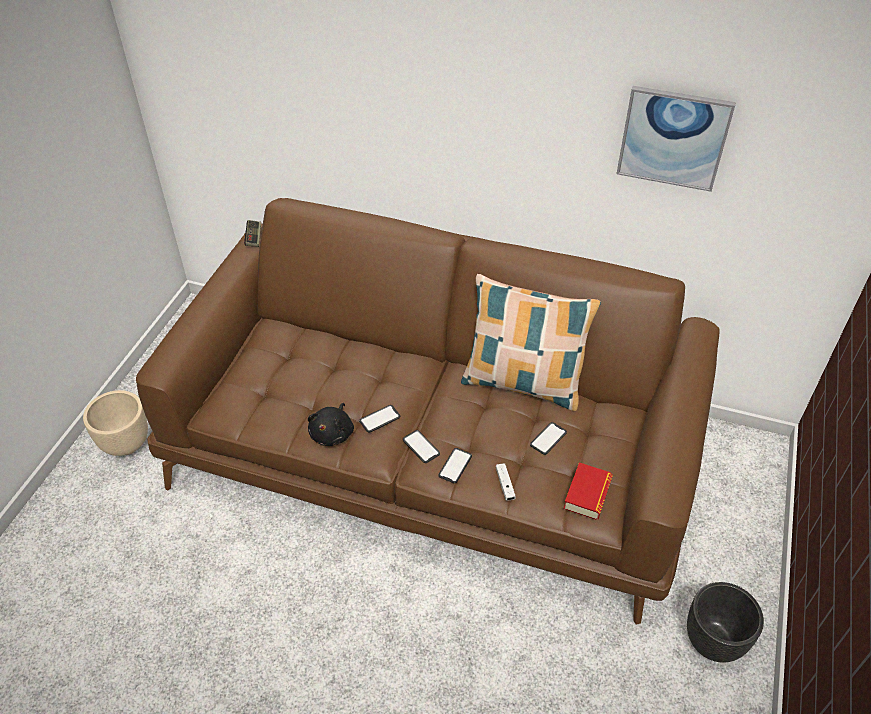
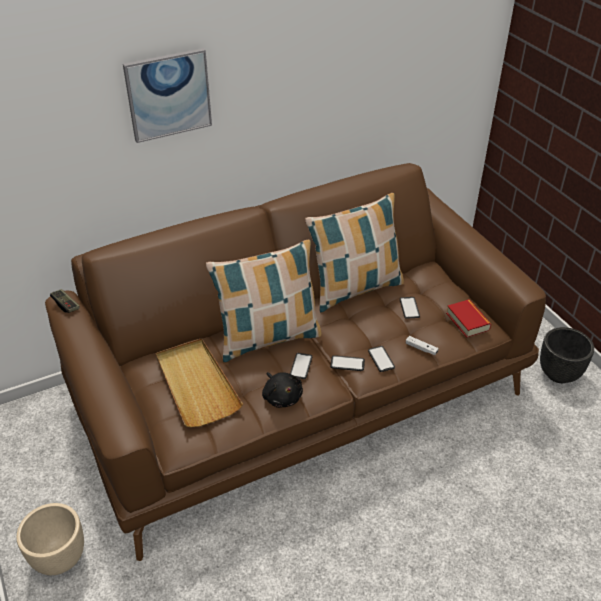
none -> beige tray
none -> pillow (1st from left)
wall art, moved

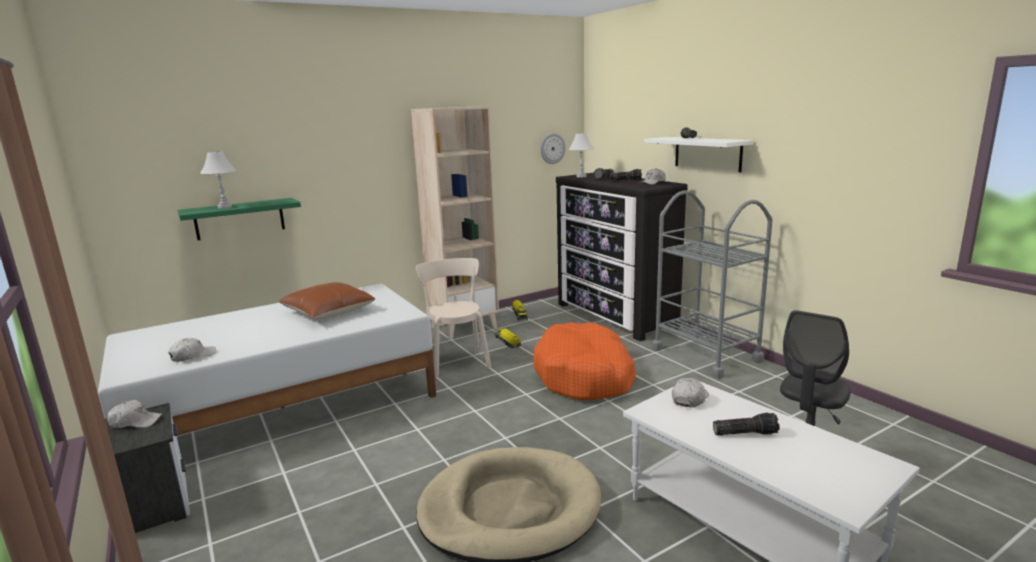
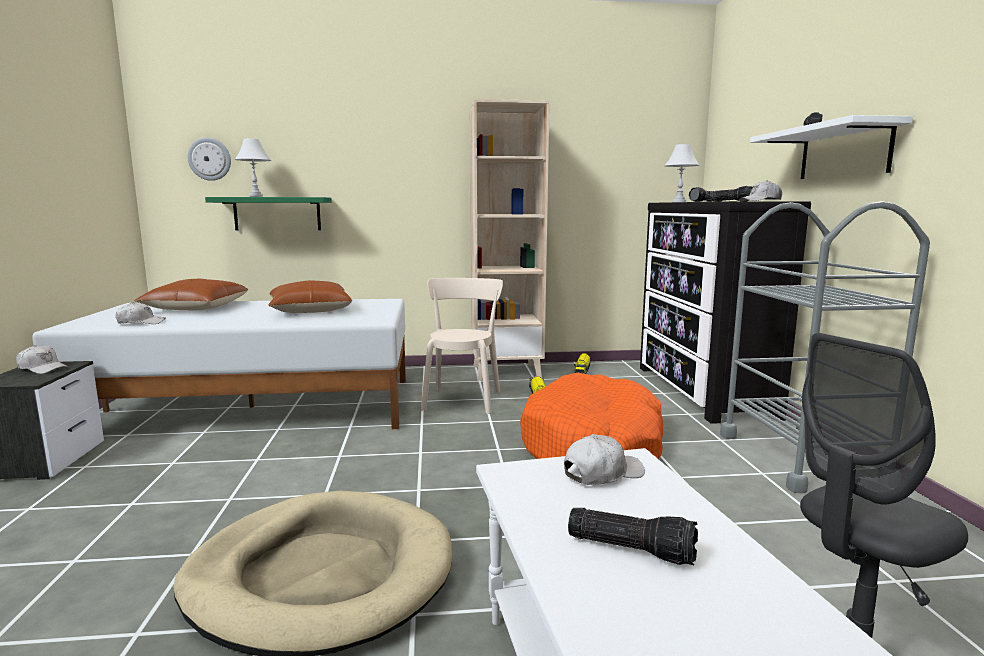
none -> brown pillow (1st from left)
hanging clock, moved

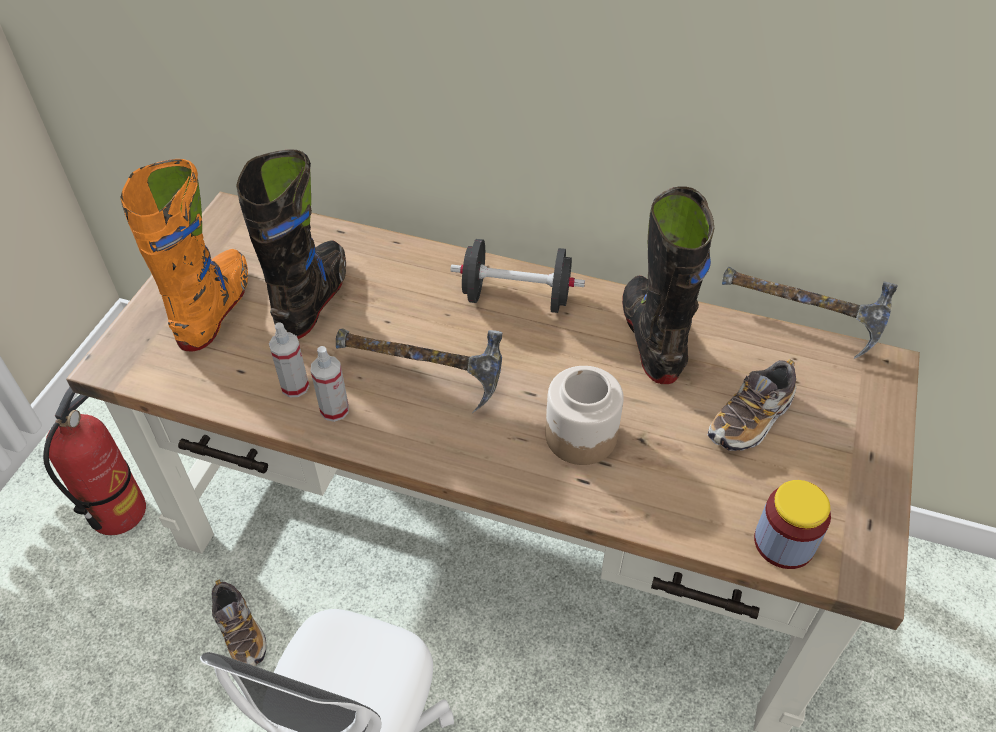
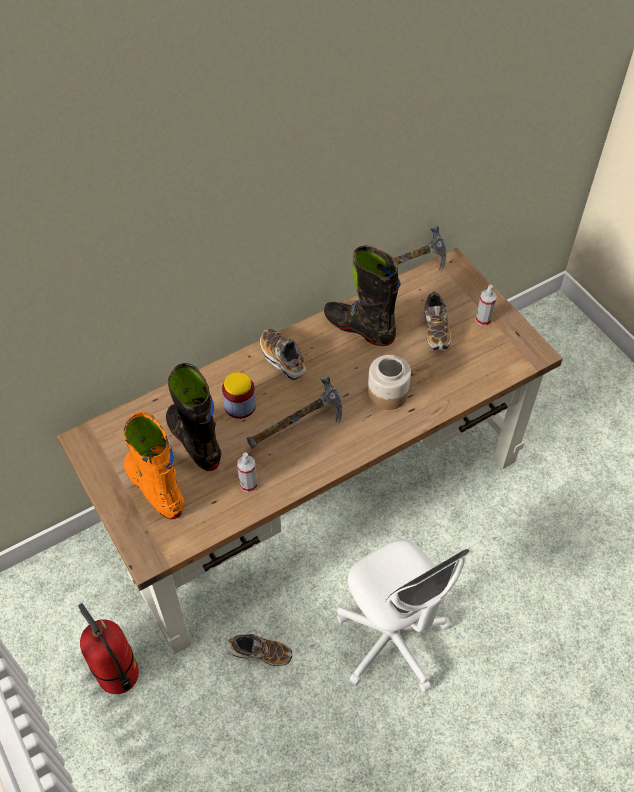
spray bottle (2nd from left), moved
jar (2nd from left in the first image) -> jar (1st from left), moved
black-coloured free weight -> low shoe (2nd from left)

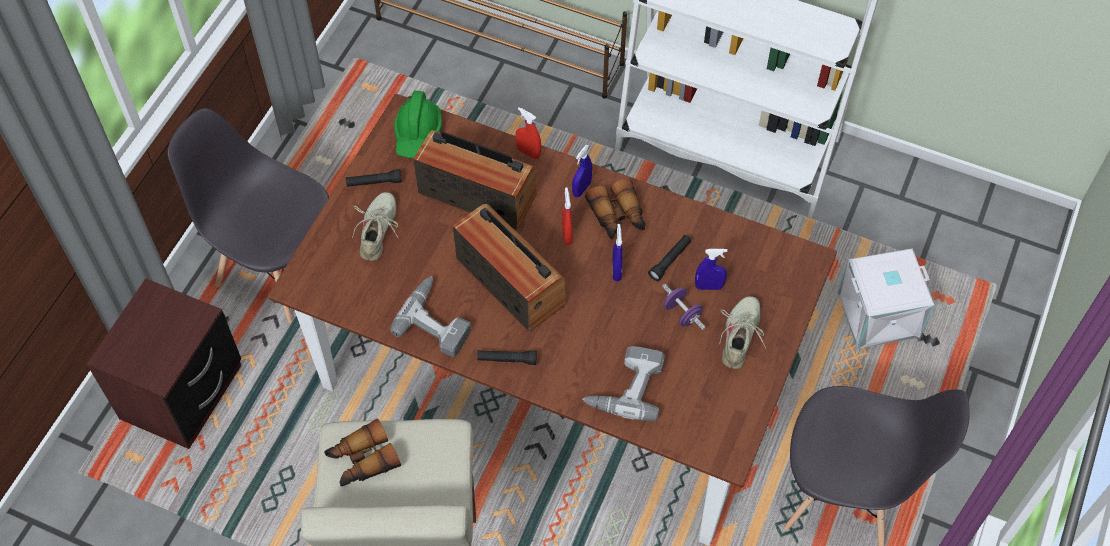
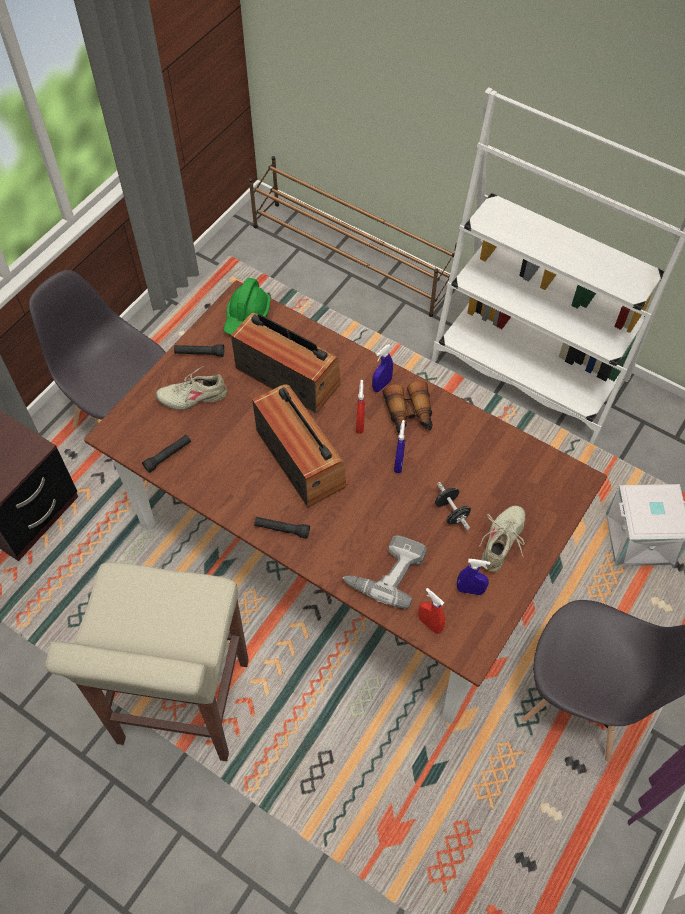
field glasses (1st from left) -> none
power drill (1st from left) -> none
red-coloured spray bottle (1st from left in the first image) -> red-coloured spray bottle (2nd from left), moved
black-coloured torch (3rd from left in the first image) -> black-coloured torch (1st from left), moved
bluish spray bottle (3rd from left), moved
purple free weight -> black-coloured free weight
beige low shoe (1st from left), 120 degrees counterclockwise

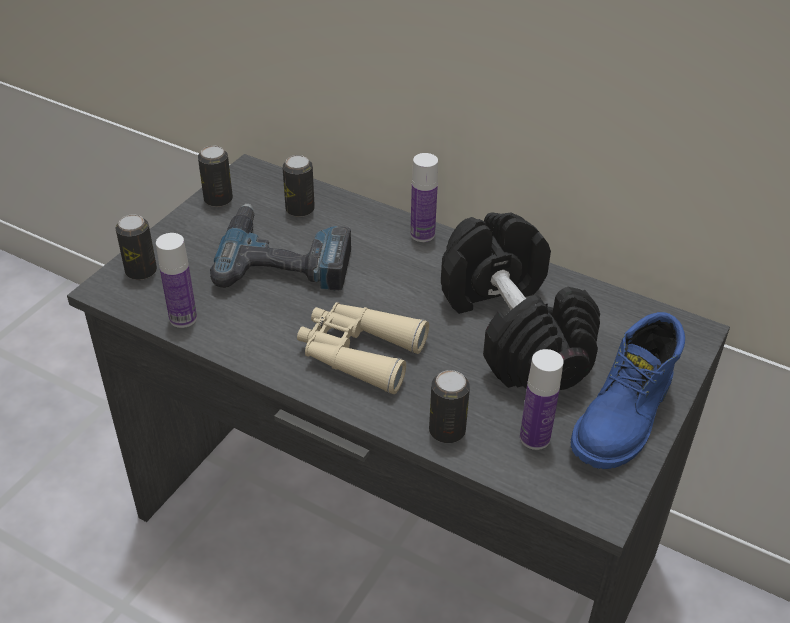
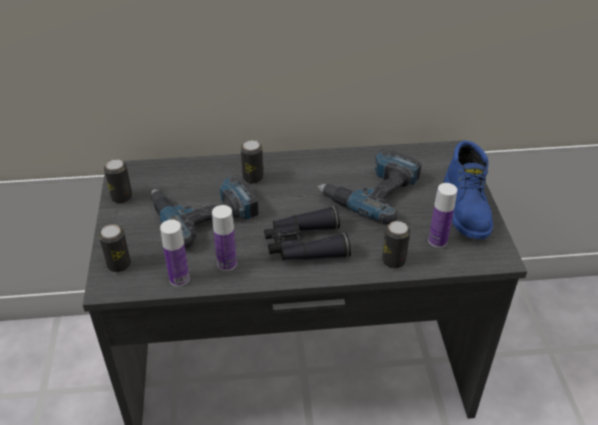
metal can (3rd from left), moved
bottle (2nd from left), moved
black-coloured free weight -> power drill (2nd from left)
beige field glasses -> black-coloured field glasses

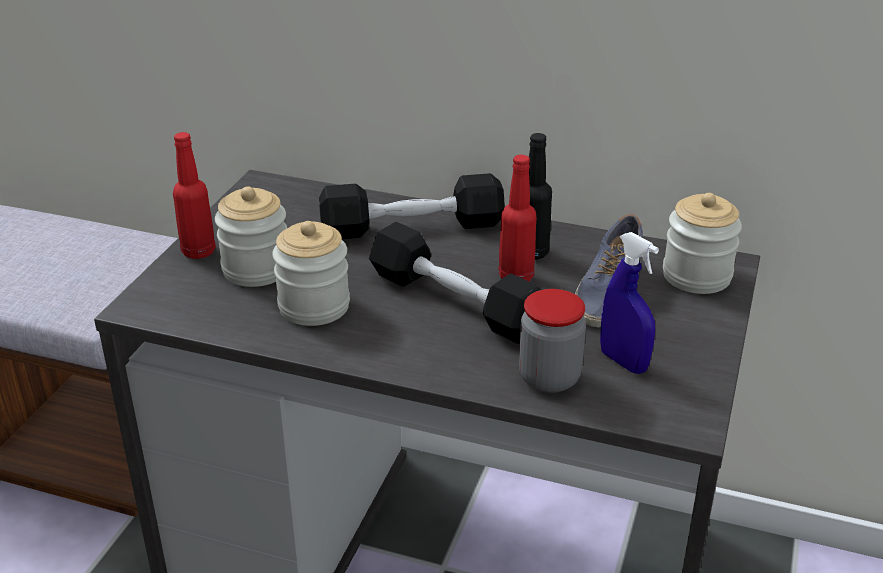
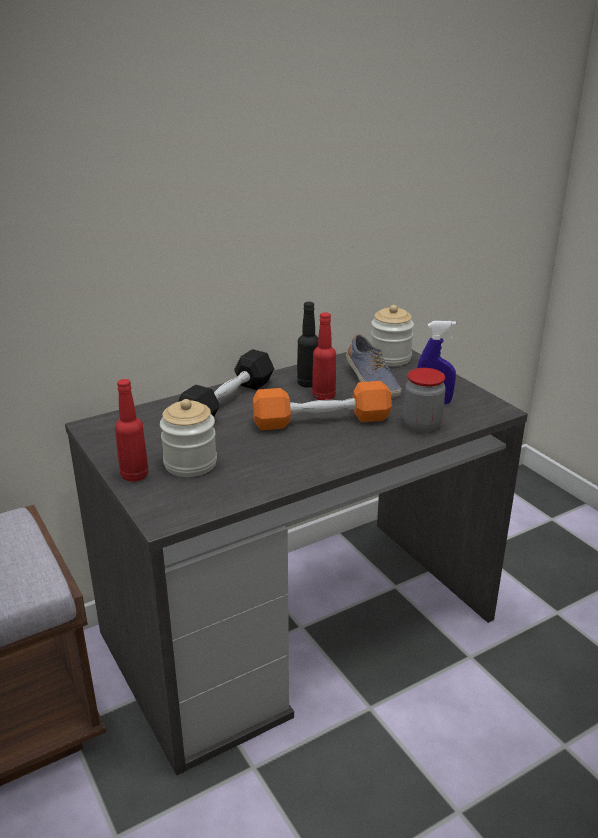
jar (2nd from left) -> none
black-coloured free weight (2nd from left) -> orangey free weight

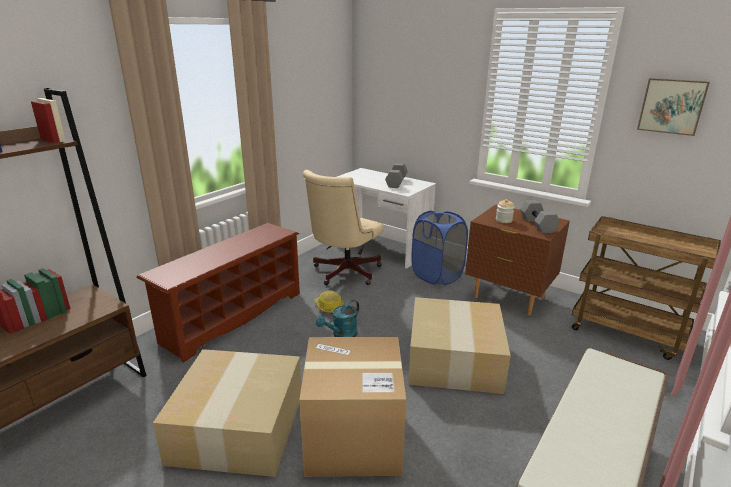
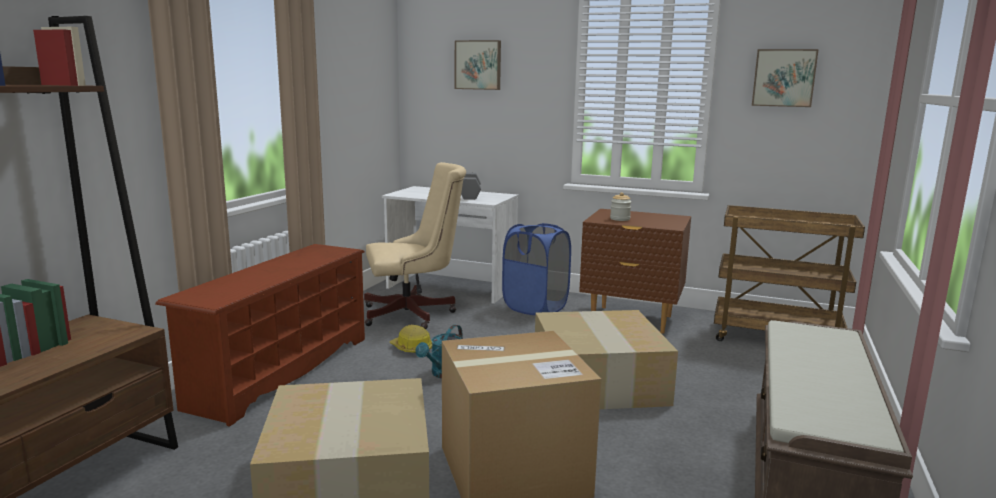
greyish free weight (2nd from left) -> none
none -> wall art (1st from left)
beige desk chair, 120 degrees counterclockwise

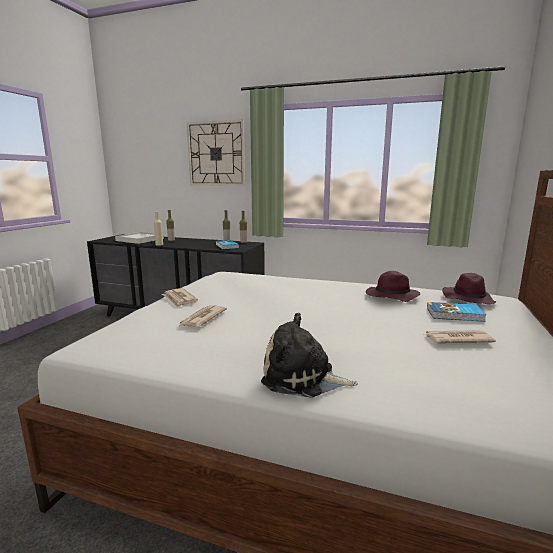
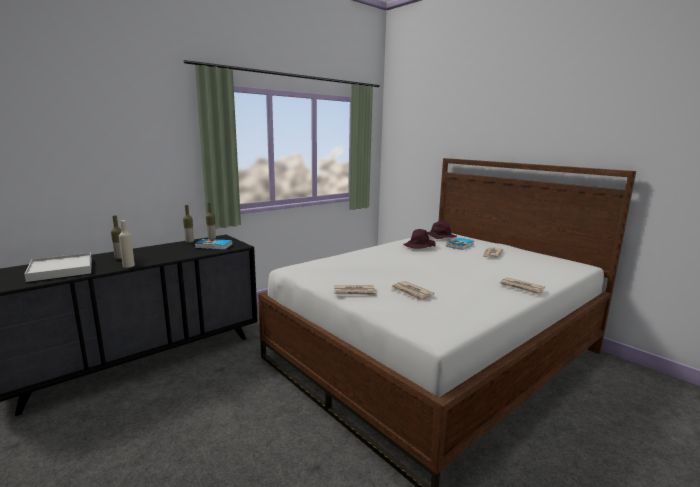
hanging clock -> none
cuddly toy -> daily paper (4th from left)

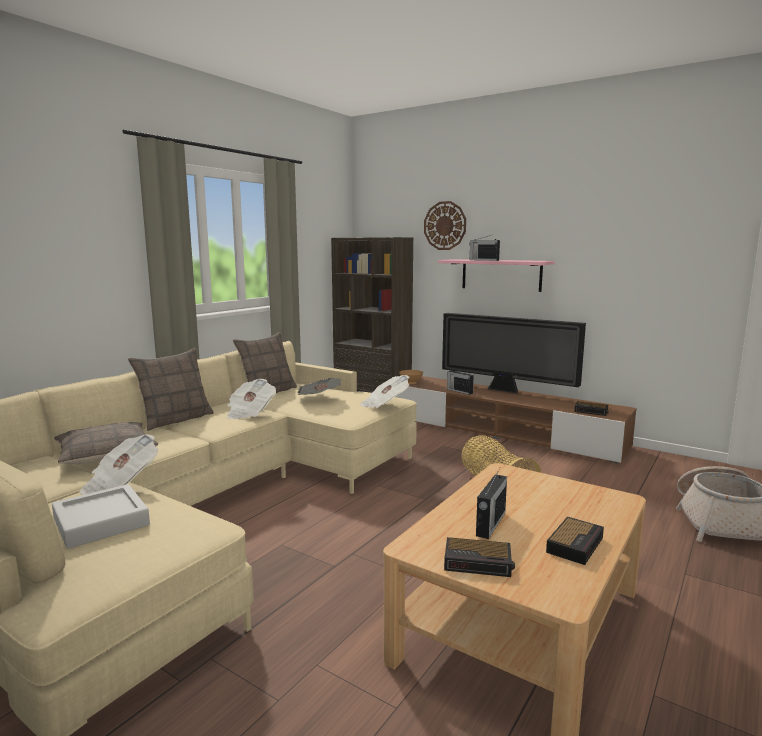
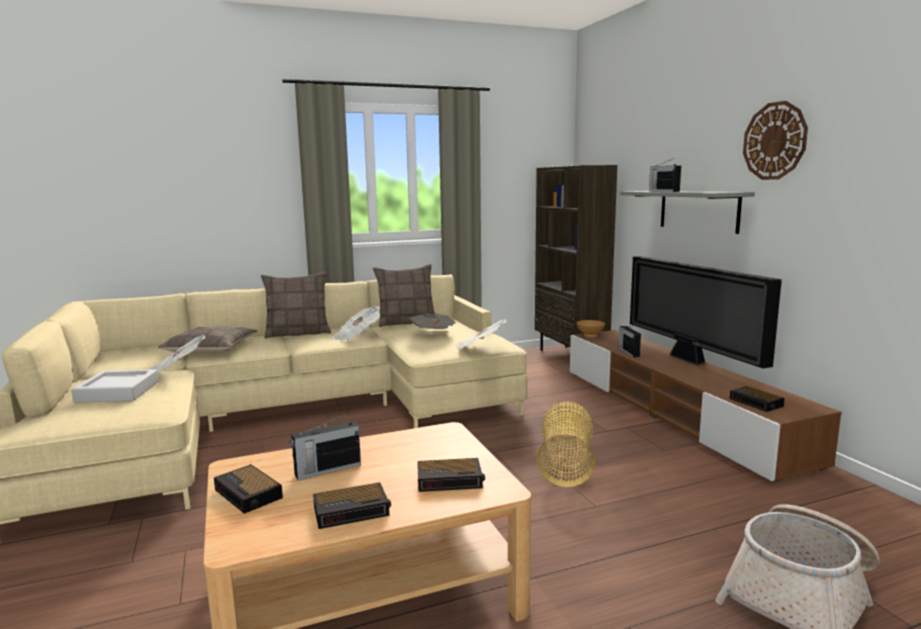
none -> table clock (3rd from left)
hanging clock, moved
pinkish wall shelf -> greyish wall shelf

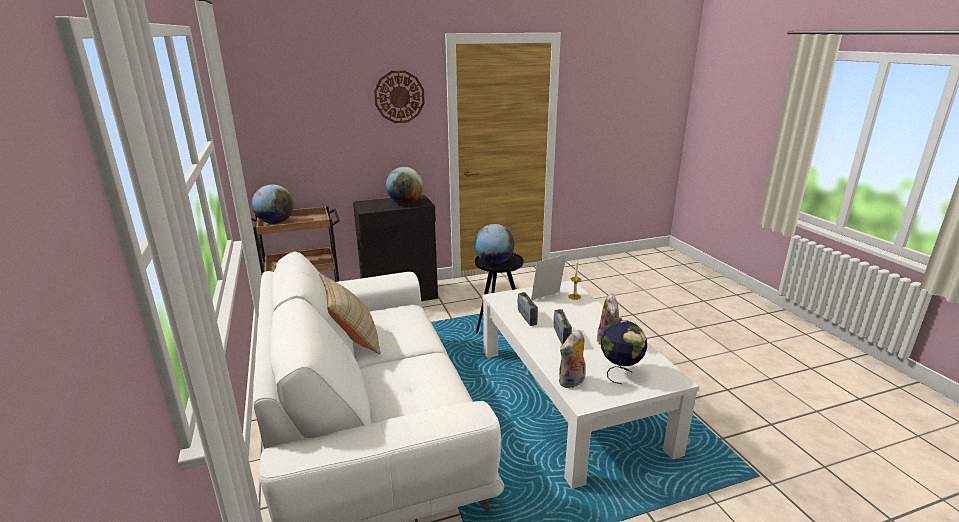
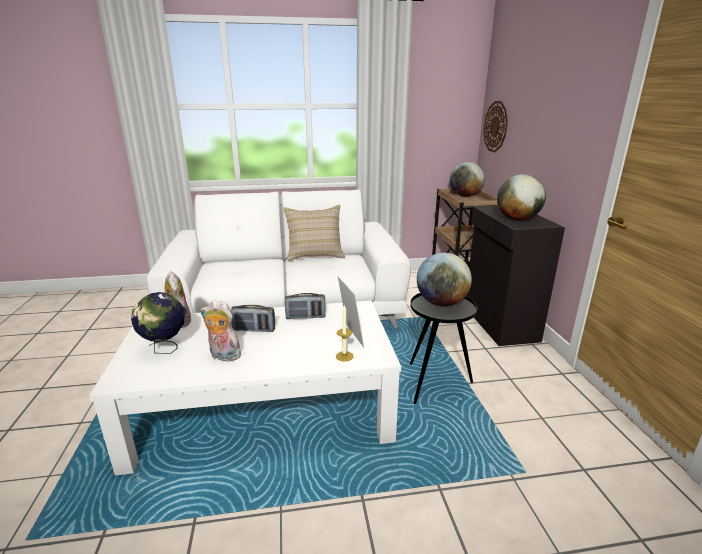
hanging clock, moved

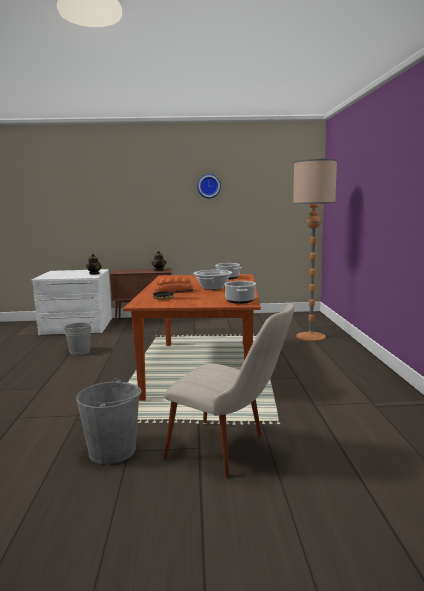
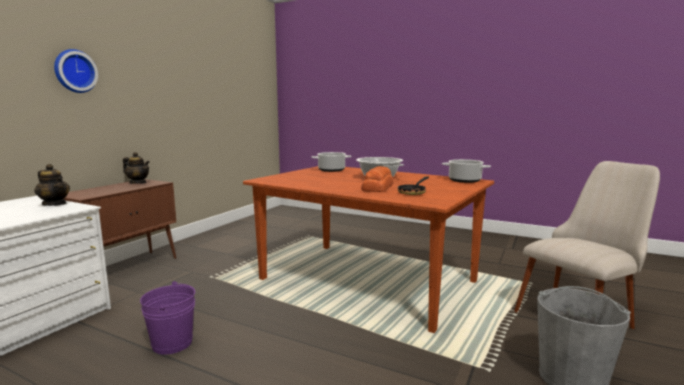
floor lamp -> none
hanging clock, moved
greyish bucket (1st from left) -> purple bucket

